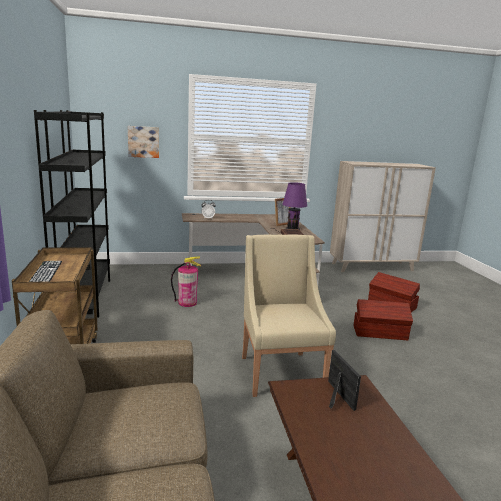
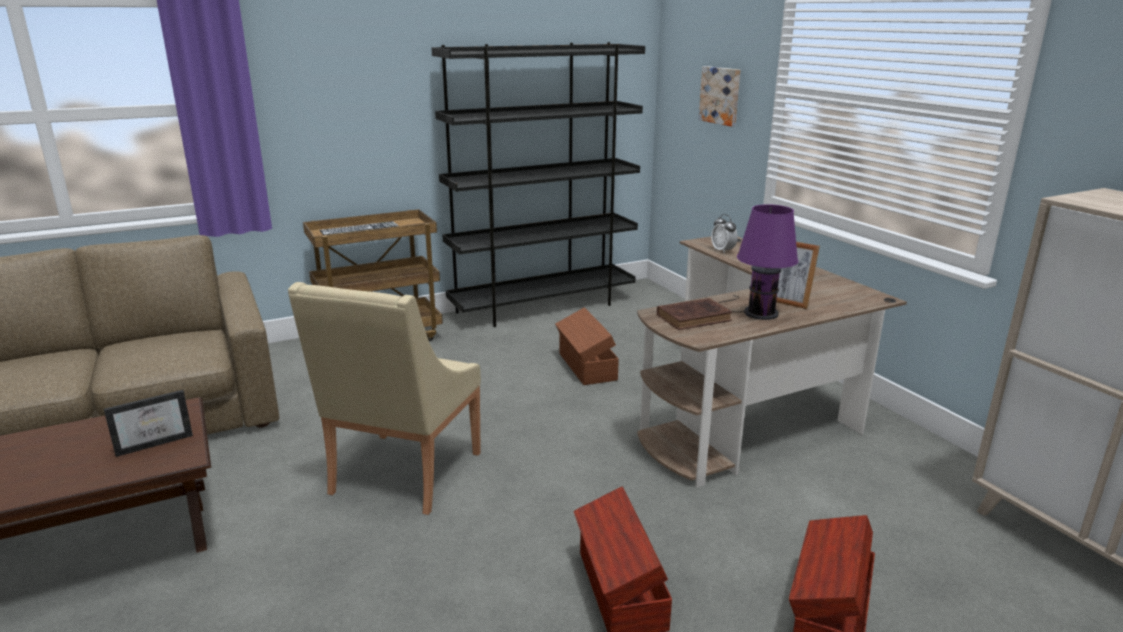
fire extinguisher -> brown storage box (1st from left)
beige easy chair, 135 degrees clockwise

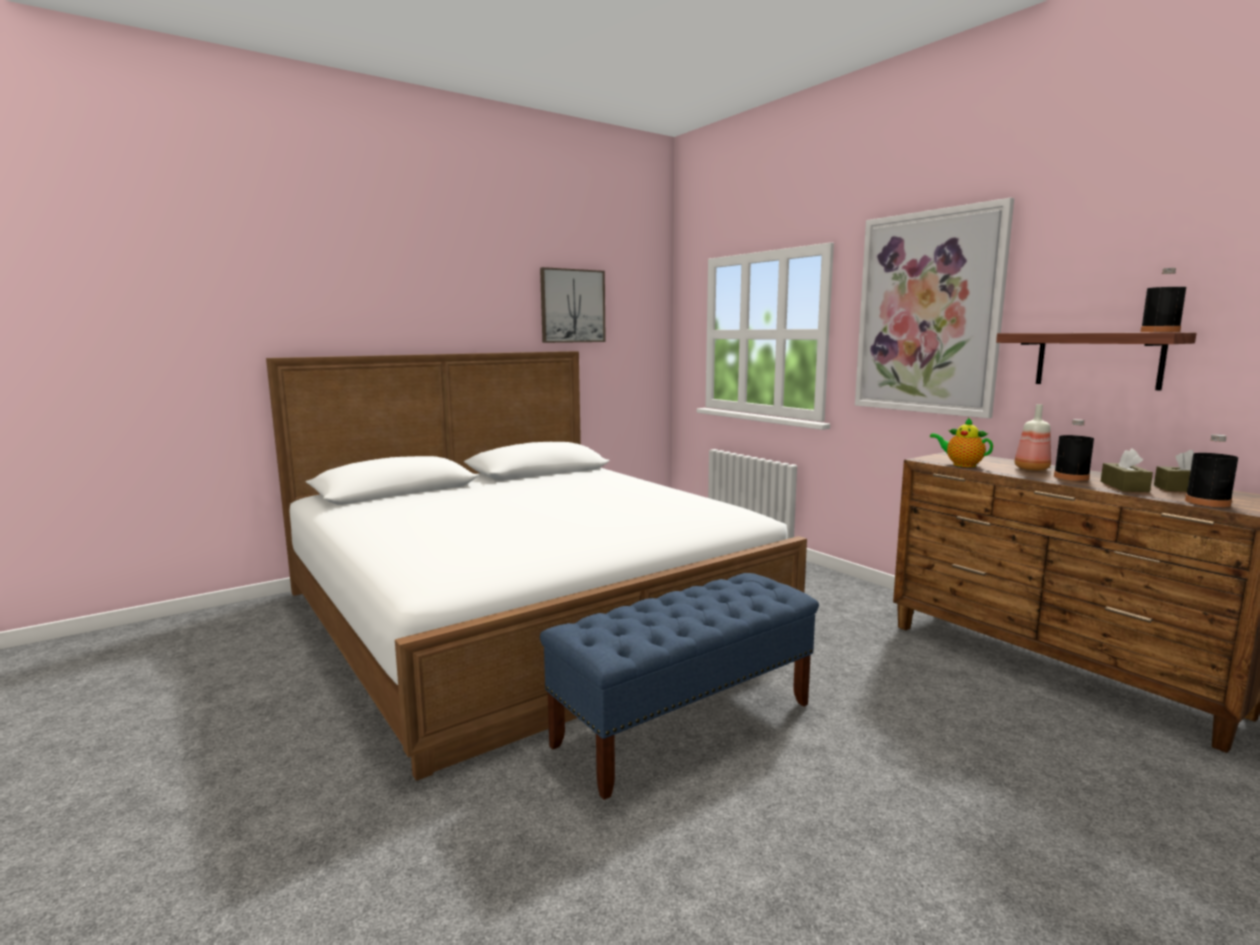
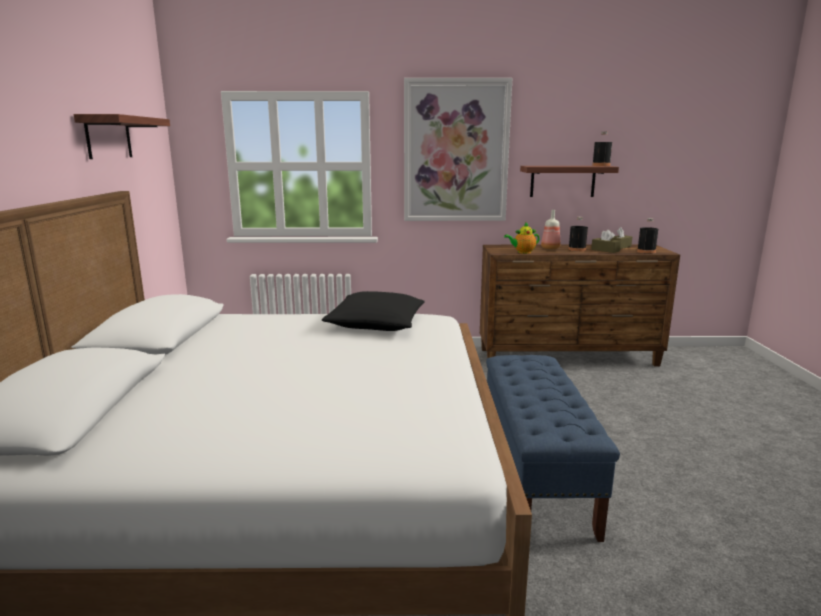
none -> black-coloured pillow
wall art (1st from left) -> wall shelf (1st from left)

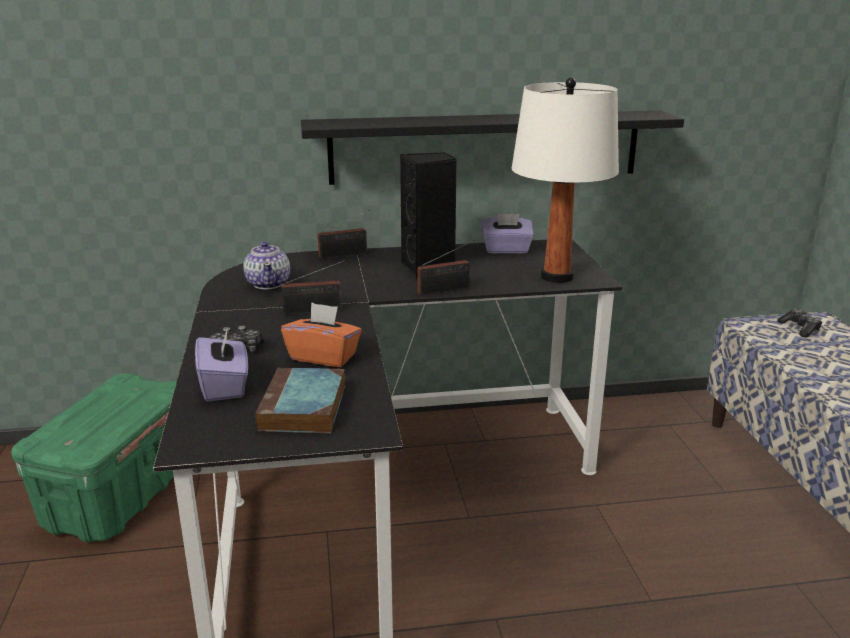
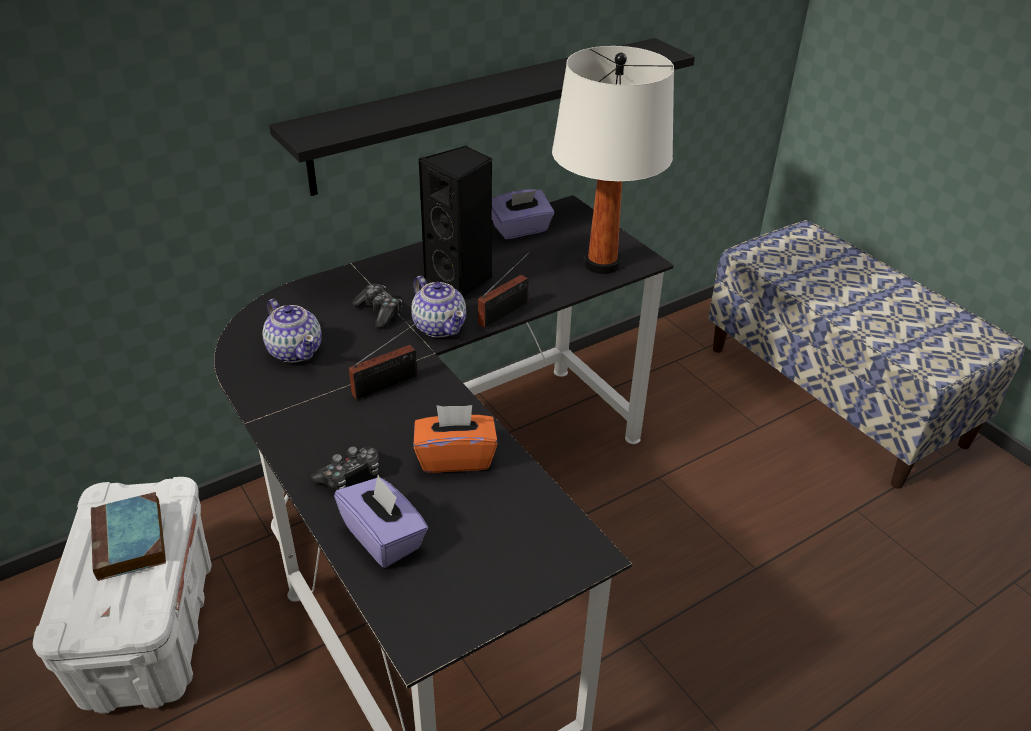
radio set (2nd from left) -> none
none -> tea pot (2nd from left)
volume, moved
gamepad (2nd from left), moved
greenish storage box -> white-coloured storage box

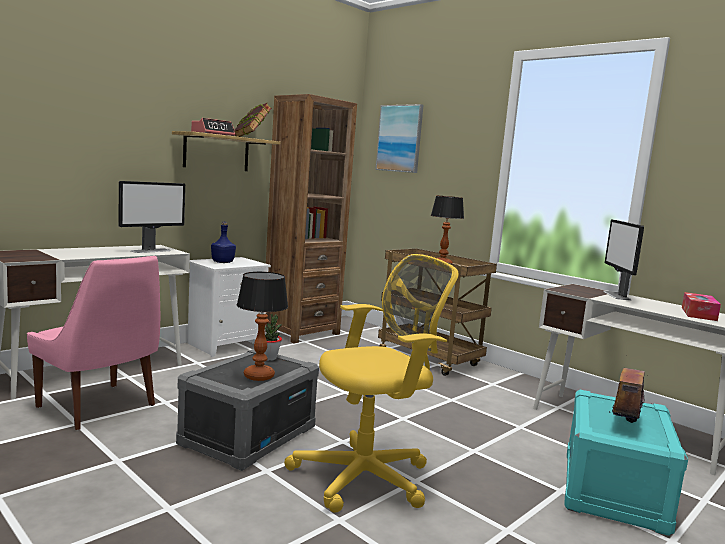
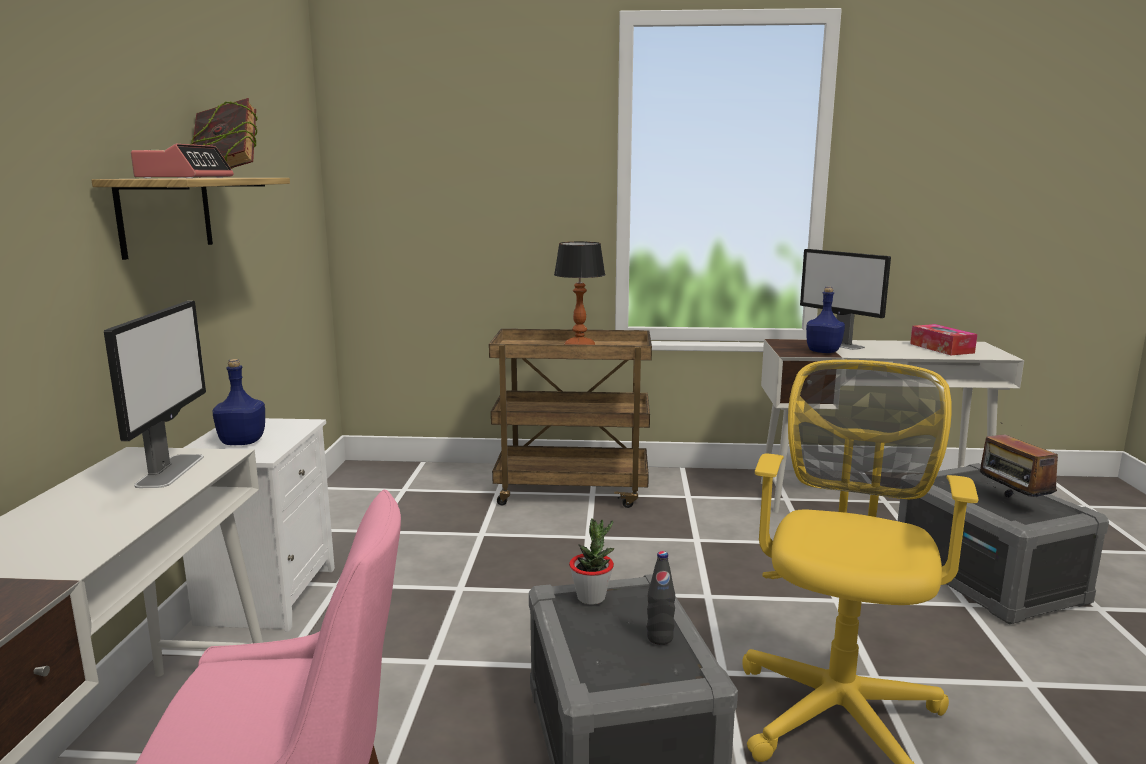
brown bookcase -> none
wall art -> none
none -> bluish bottle (2nd from left)
lamp for a table (1st from left) -> black-coloured bottle
turquoise-coloured storage box -> greyish storage box (2nd from left)

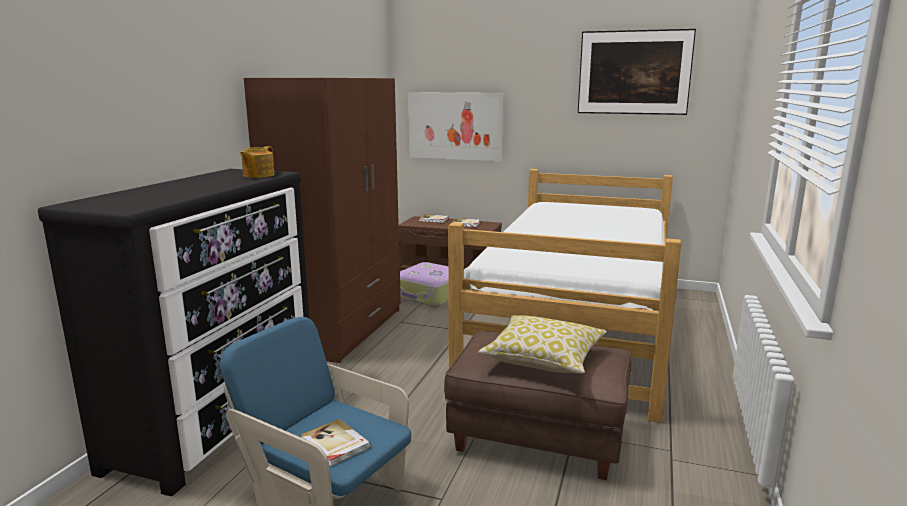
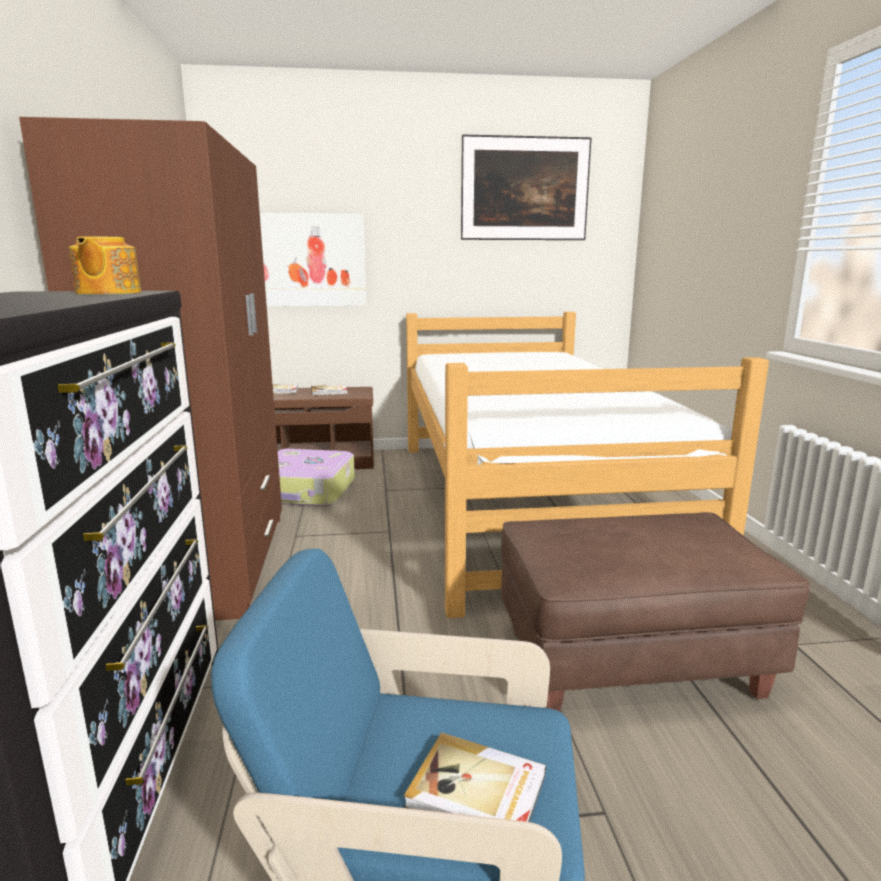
pillow -> none

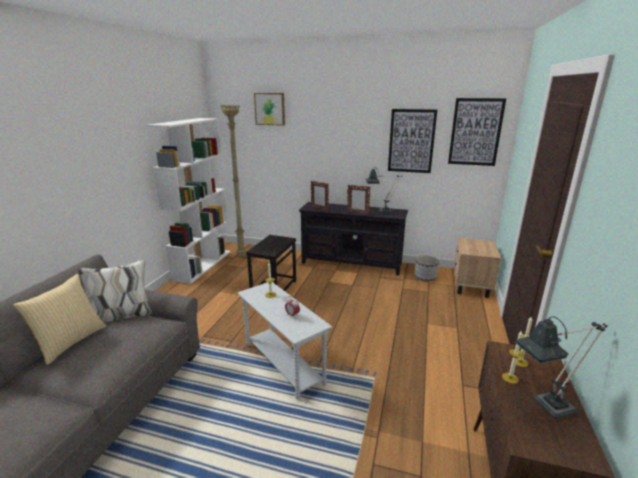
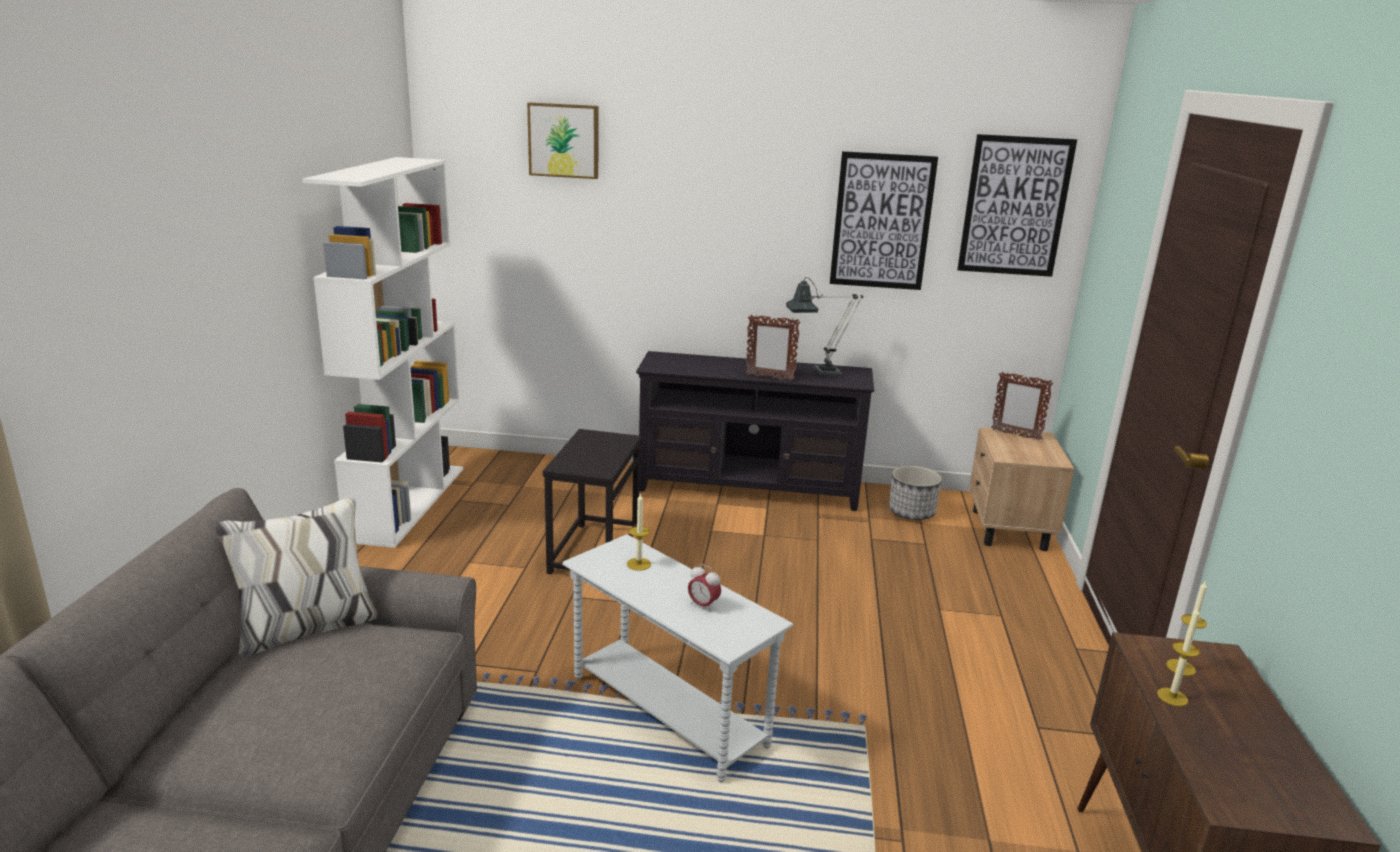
pillow -> none
beige floor lamp -> none
lamp for a table (2nd from left) -> none
picture frame (1st from left in the first image) -> picture frame (2nd from left), moved

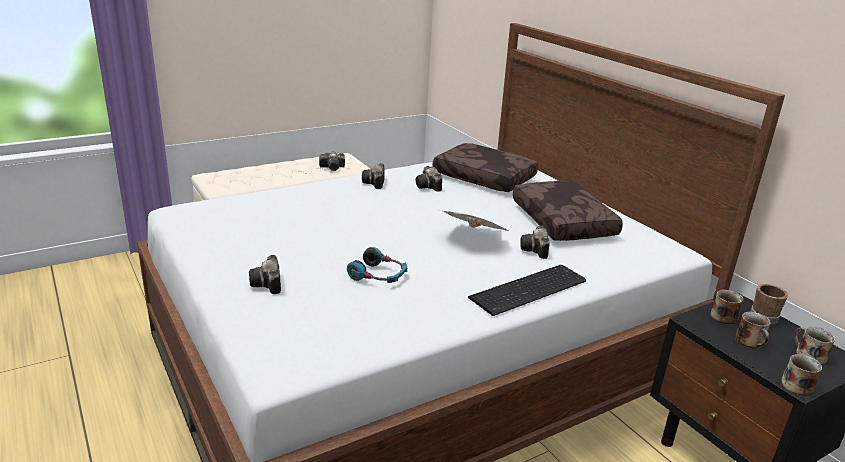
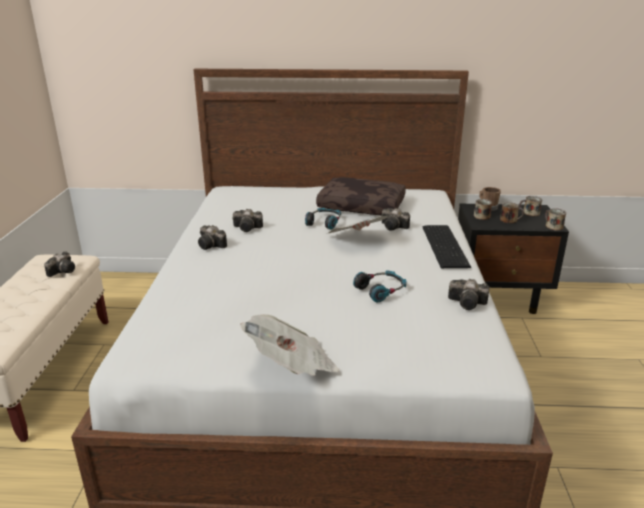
brown pillow (1st from left) -> none
none -> daily paper (1st from left)
none -> pair of headphones (1st from left)
still camera (1st from left in the first image) -> still camera (5th from left), moved

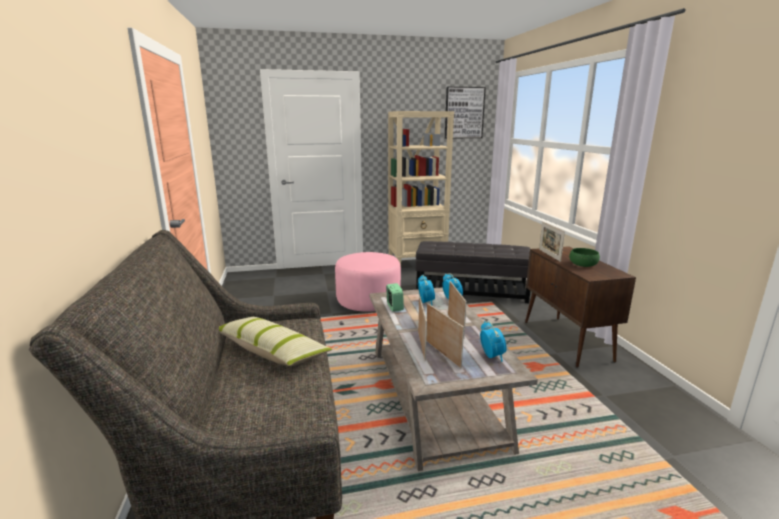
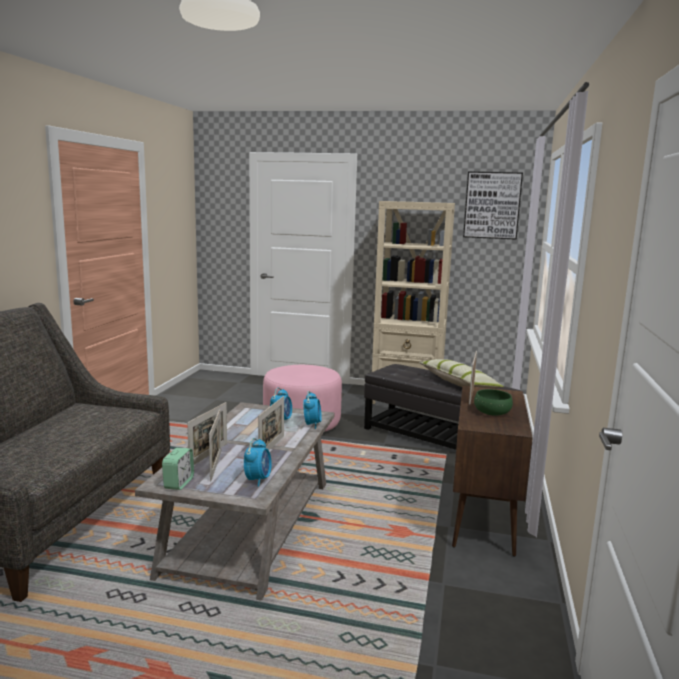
pillow, moved
table clock (1st from left), moved

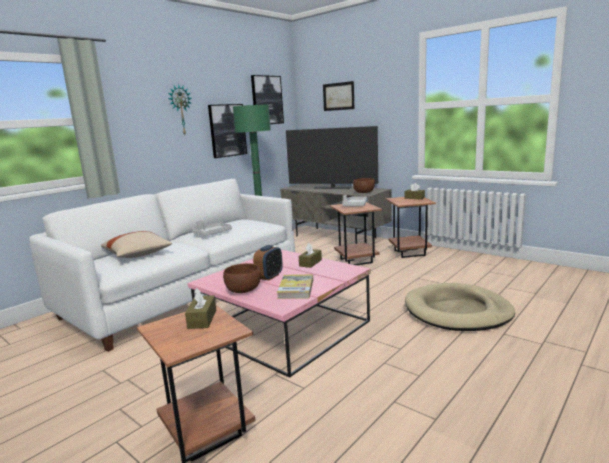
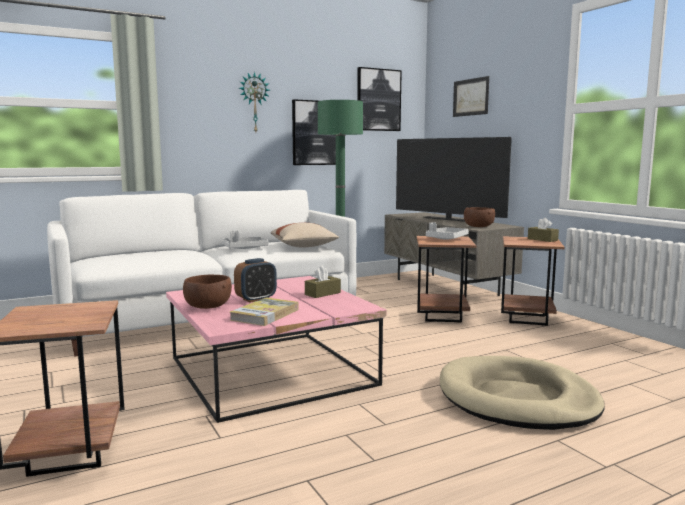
brown tissue holder (1st from left) -> none
beige pillow, moved

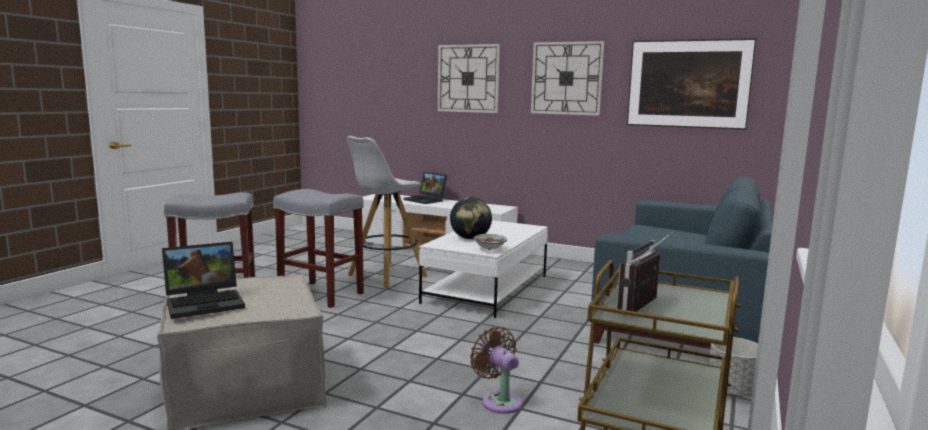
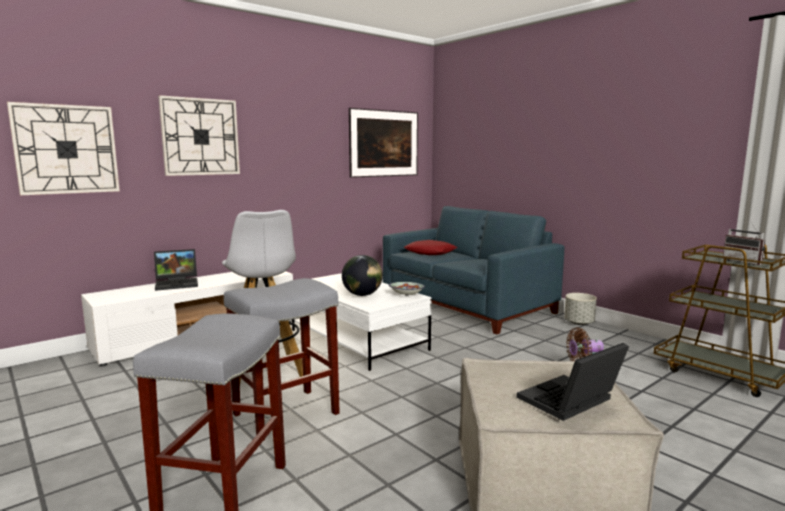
none -> red-coloured pillow
hanging clock (2nd from left in the first image) -> hanging clock (1st from left), moved
notebook computer (1st from left in the first image) -> notebook computer (2nd from left), 120 degrees counterclockwise

